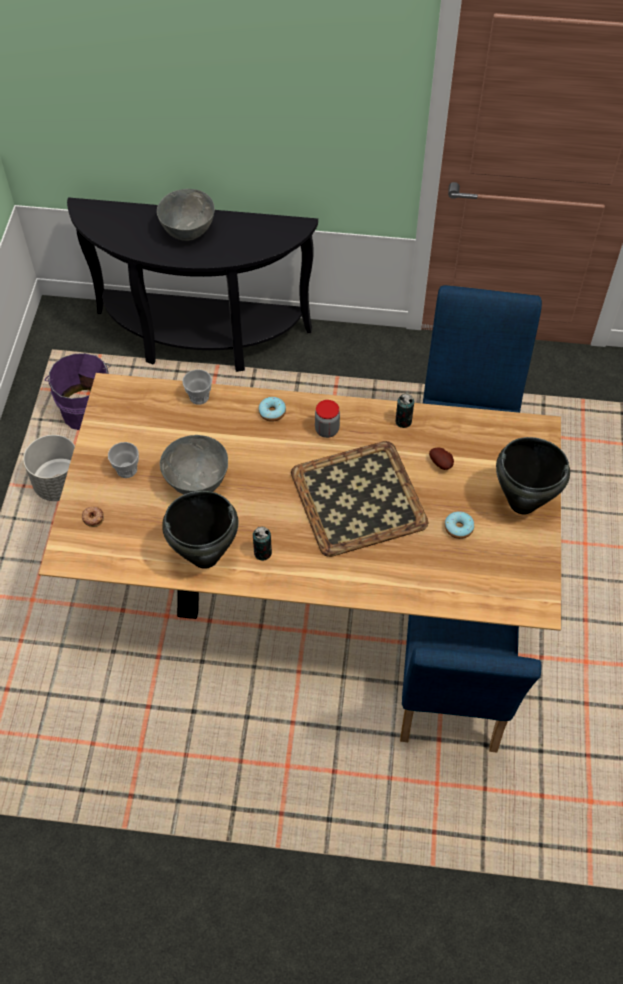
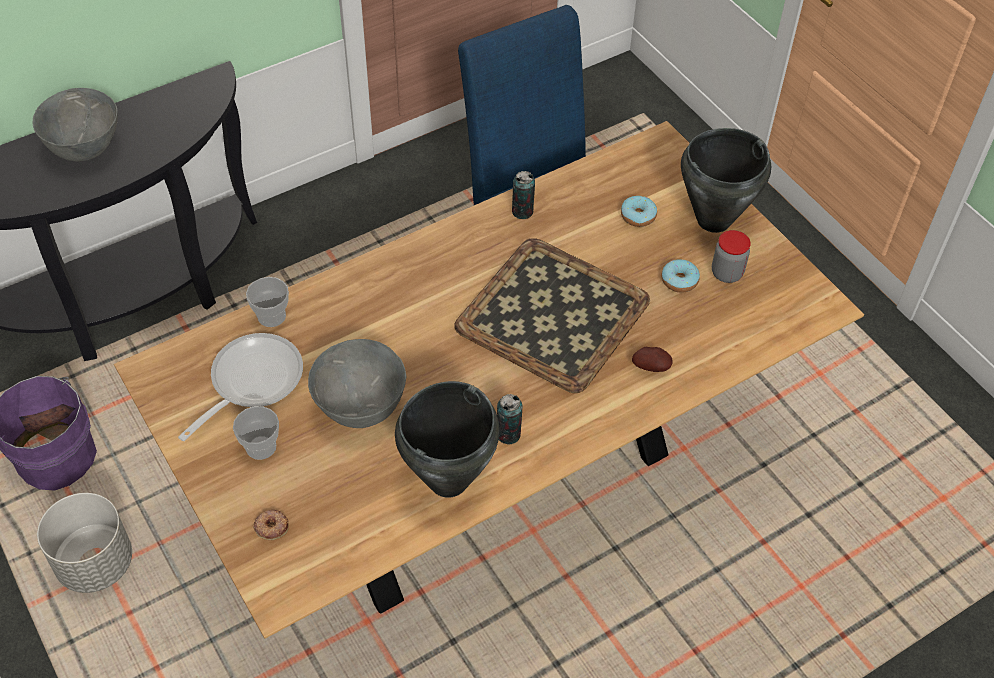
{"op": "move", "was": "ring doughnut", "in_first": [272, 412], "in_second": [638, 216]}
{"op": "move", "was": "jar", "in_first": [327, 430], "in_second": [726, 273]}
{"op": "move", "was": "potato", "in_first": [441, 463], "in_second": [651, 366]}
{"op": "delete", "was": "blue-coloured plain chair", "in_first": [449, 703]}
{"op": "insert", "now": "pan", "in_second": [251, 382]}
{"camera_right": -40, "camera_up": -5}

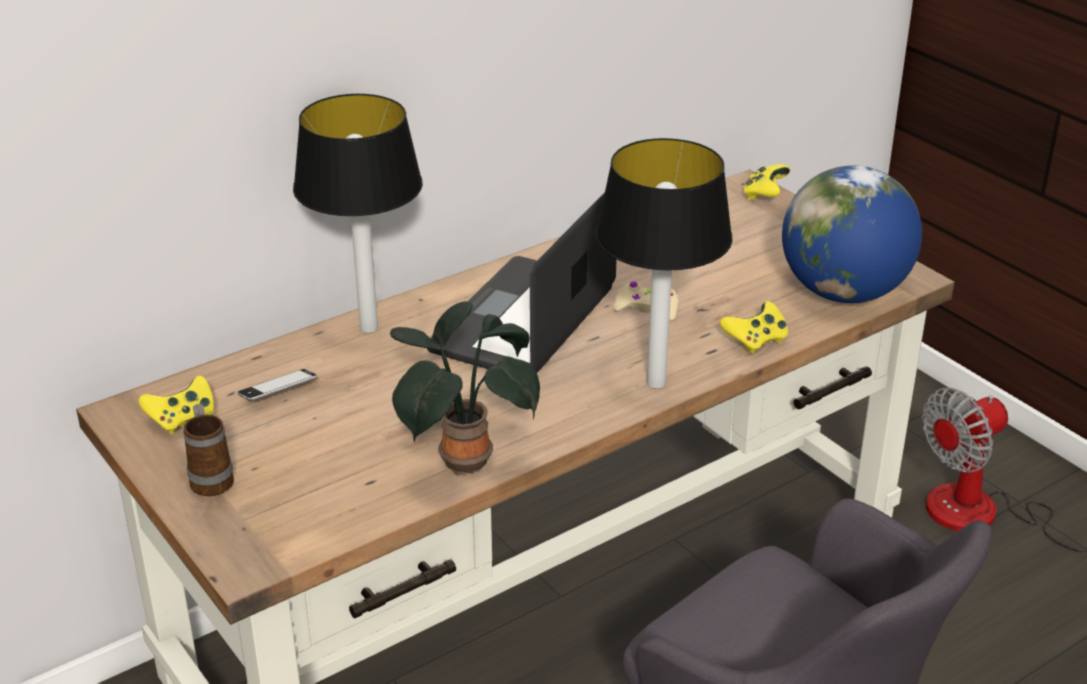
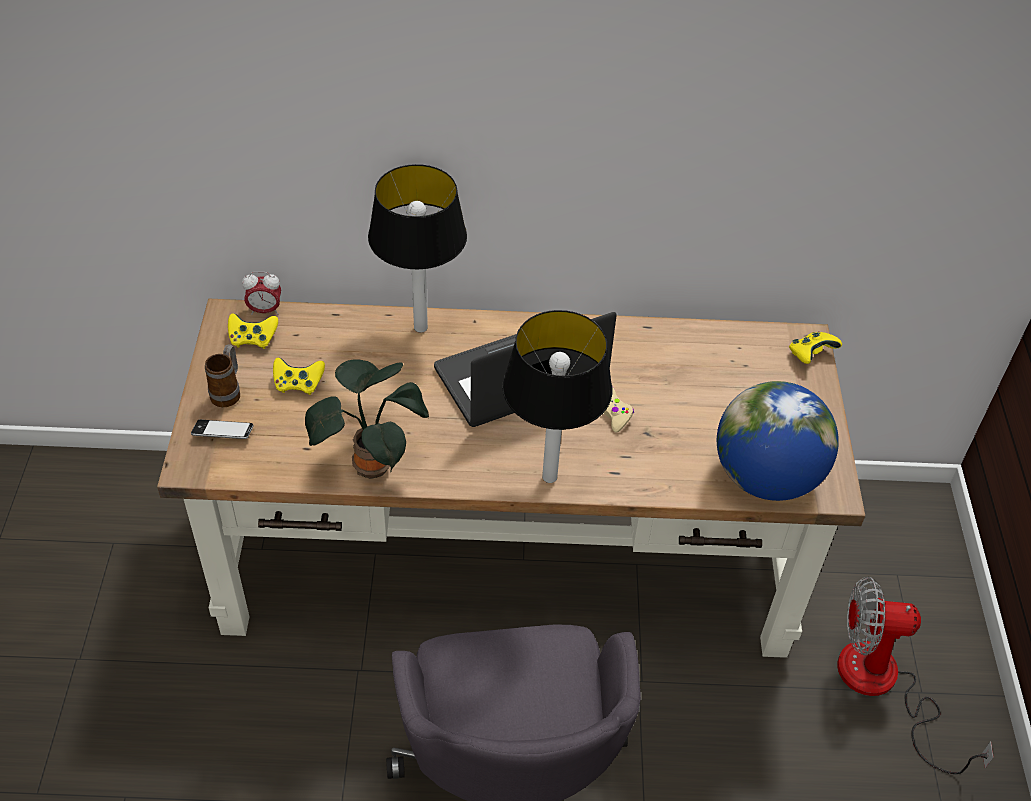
{"op": "move", "was": "yellow gamepad", "in_first": [755, 341], "in_second": [298, 384]}
{"op": "move", "was": "handset", "in_first": [278, 390], "in_second": [223, 433]}
{"op": "insert", "now": "alarm clock", "in_second": [265, 310]}
{"camera_right": 35, "camera_up": 15}

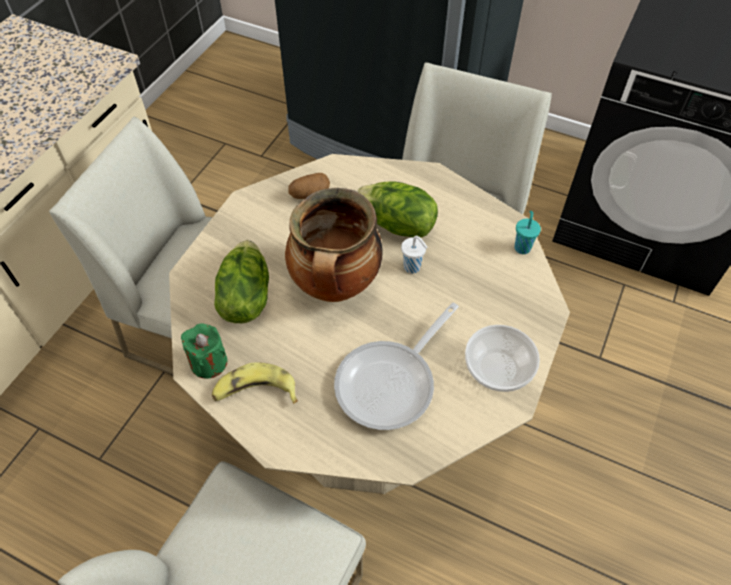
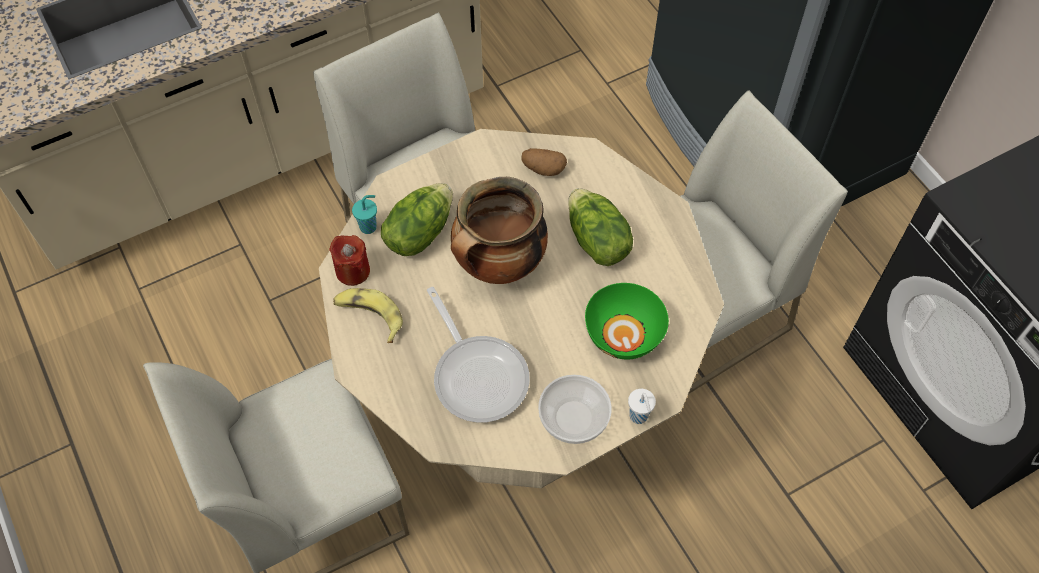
{"op": "move", "was": "blue-green drinking cup", "in_first": [522, 247], "in_second": [369, 226]}
{"op": "move", "was": "whitish drinking cup", "in_first": [413, 267], "in_second": [639, 417]}
{"op": "rotate", "was": "pan", "in_first": [391, 382], "in_second": [478, 374], "clockwise": -105}
{"op": "recolor", "was": "green wax candle", "now": "red-coloured wax candle", "in_first": [209, 362], "in_second": [352, 271]}
{"op": "insert", "now": "green deep dish", "in_second": [624, 334]}
{"camera_right": 35, "camera_up": 5}

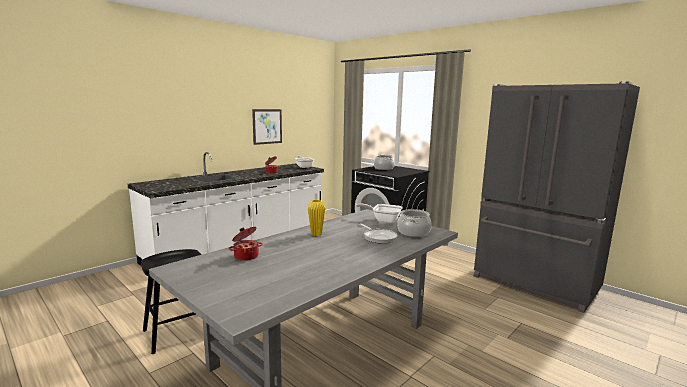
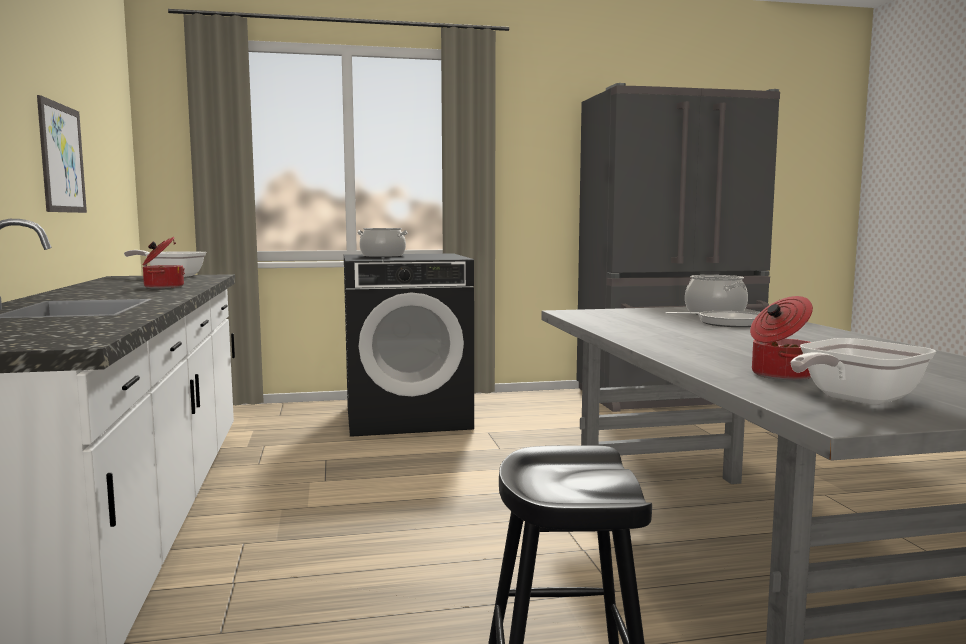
{"op": "delete", "was": "yellow vase", "in_first": [316, 234]}
{"op": "move", "was": "pan", "in_first": [383, 220], "in_second": [854, 400]}
{"camera_right": -55, "camera_up": -5}

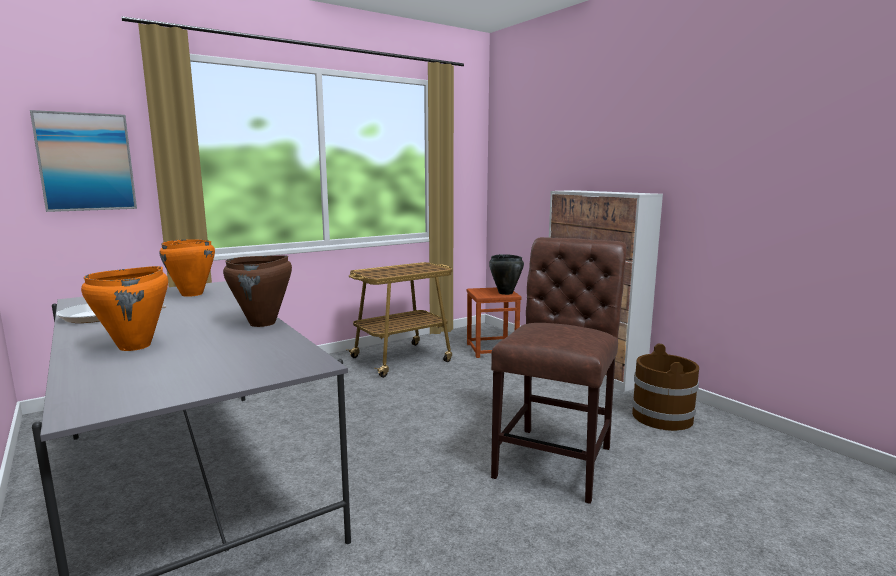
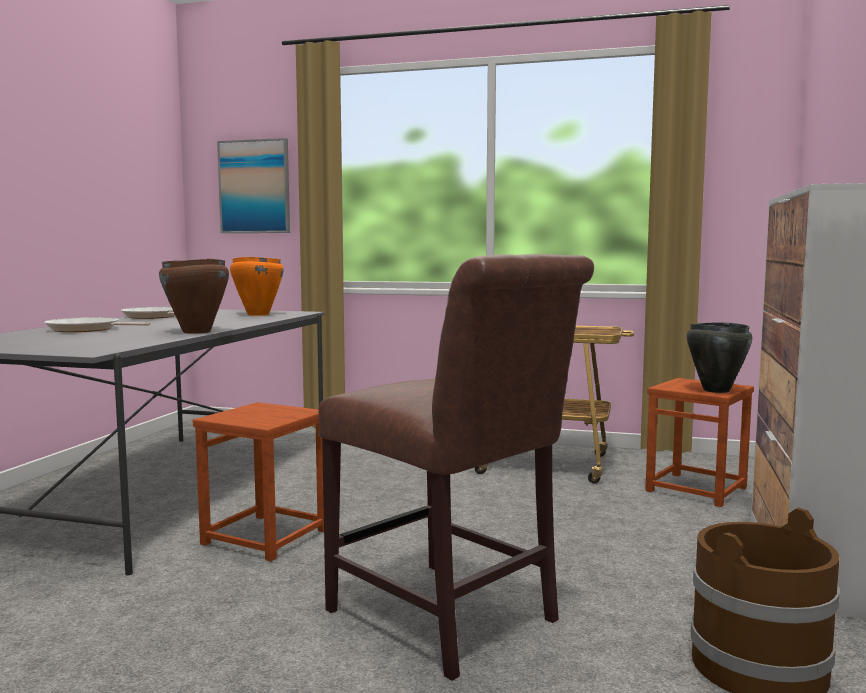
{"op": "rotate", "was": "brownish plain chair", "in_first": [557, 458], "in_second": [449, 620], "clockwise": 60}
{"op": "replace", "was": "orange cooking pot", "now": "pan", "in_first": [135, 346], "in_second": [87, 329]}
{"op": "insert", "now": "brownish stool", "in_second": [266, 537]}
{"camera_right": 50, "camera_up": -5}

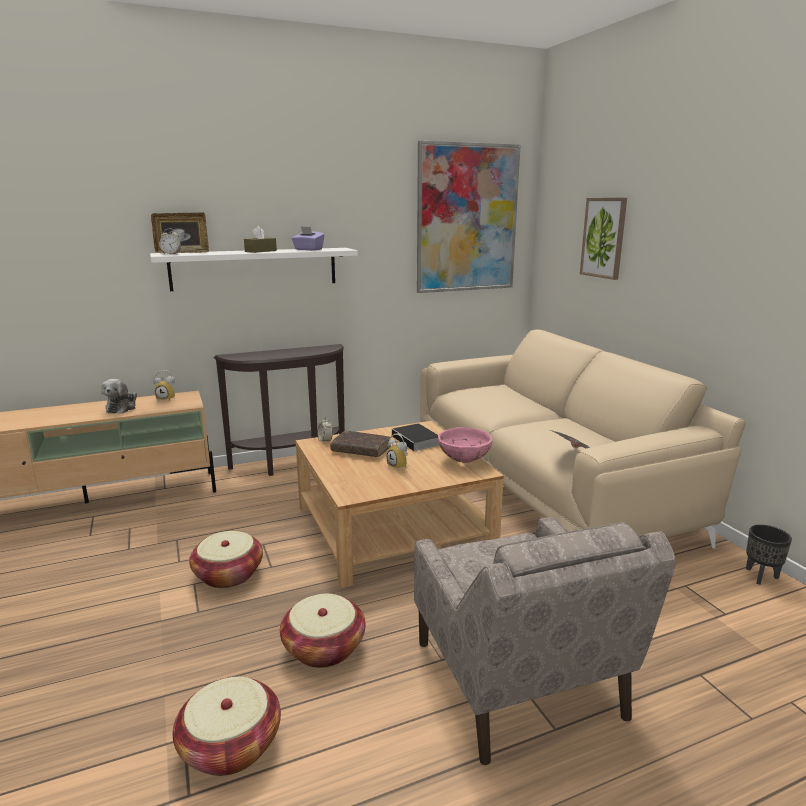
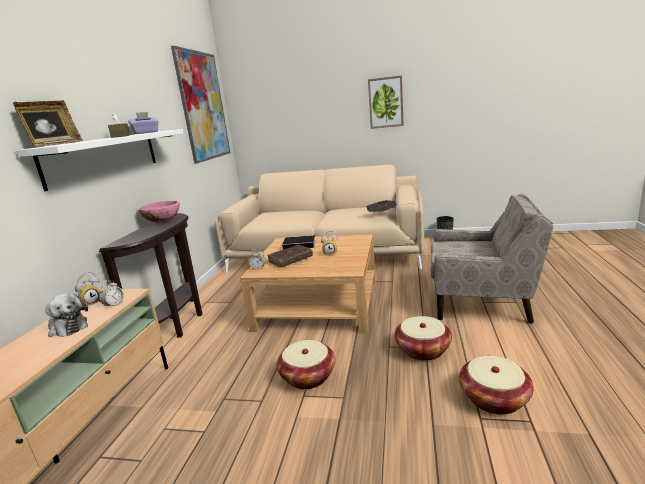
{"op": "move", "was": "picture", "in_first": [604, 238], "in_second": [386, 102]}
{"op": "move", "was": "alarm clock", "in_first": [171, 254], "in_second": [114, 305]}
{"op": "move", "was": "pink deep dish", "in_first": [464, 460], "in_second": [163, 222]}
{"camera_right": -55, "camera_up": 0}

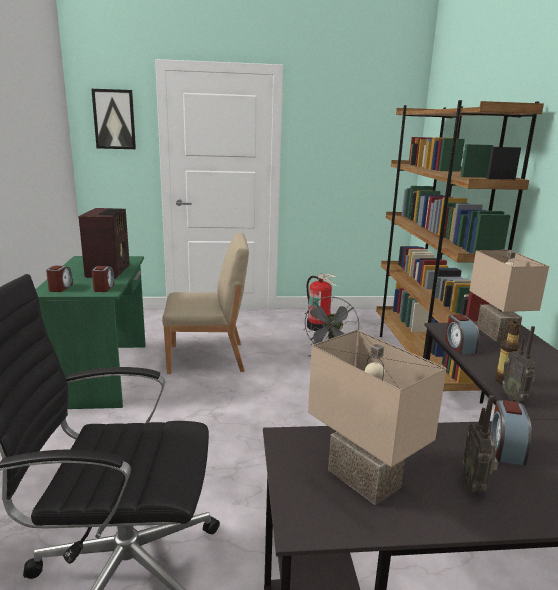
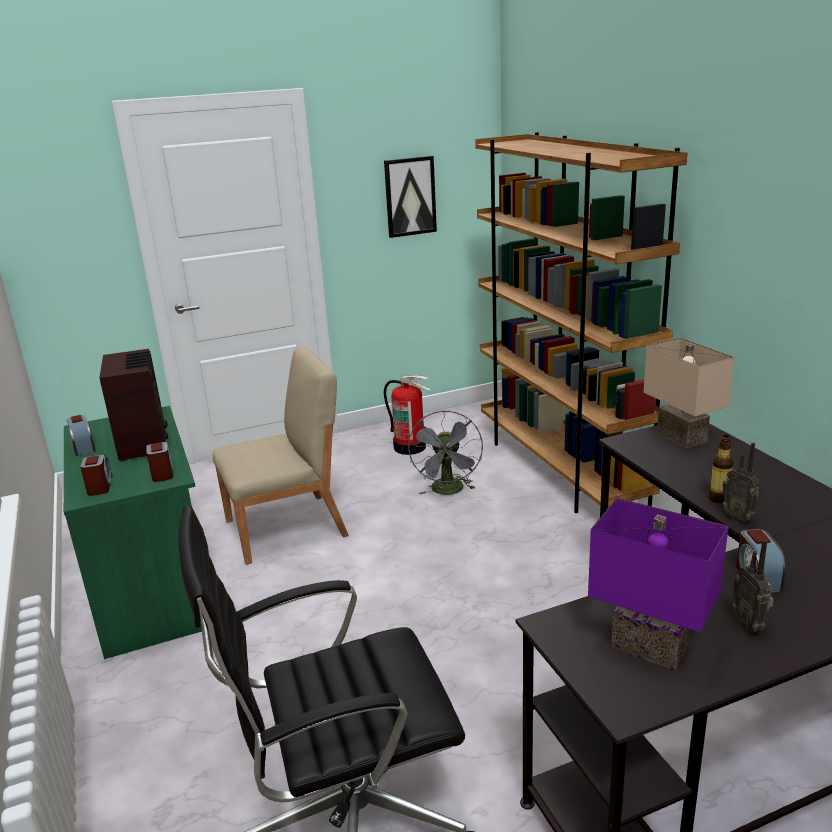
{"op": "move", "was": "picture", "in_first": [114, 119], "in_second": [410, 196]}
{"op": "move", "was": "alarm clock", "in_first": [459, 346], "in_second": [83, 447]}
{"op": "recolor", "was": "beige table lamp", "now": "purplish table lamp", "in_first": [366, 478], "in_second": [651, 645]}
{"camera_right": -15, "camera_up": 5}

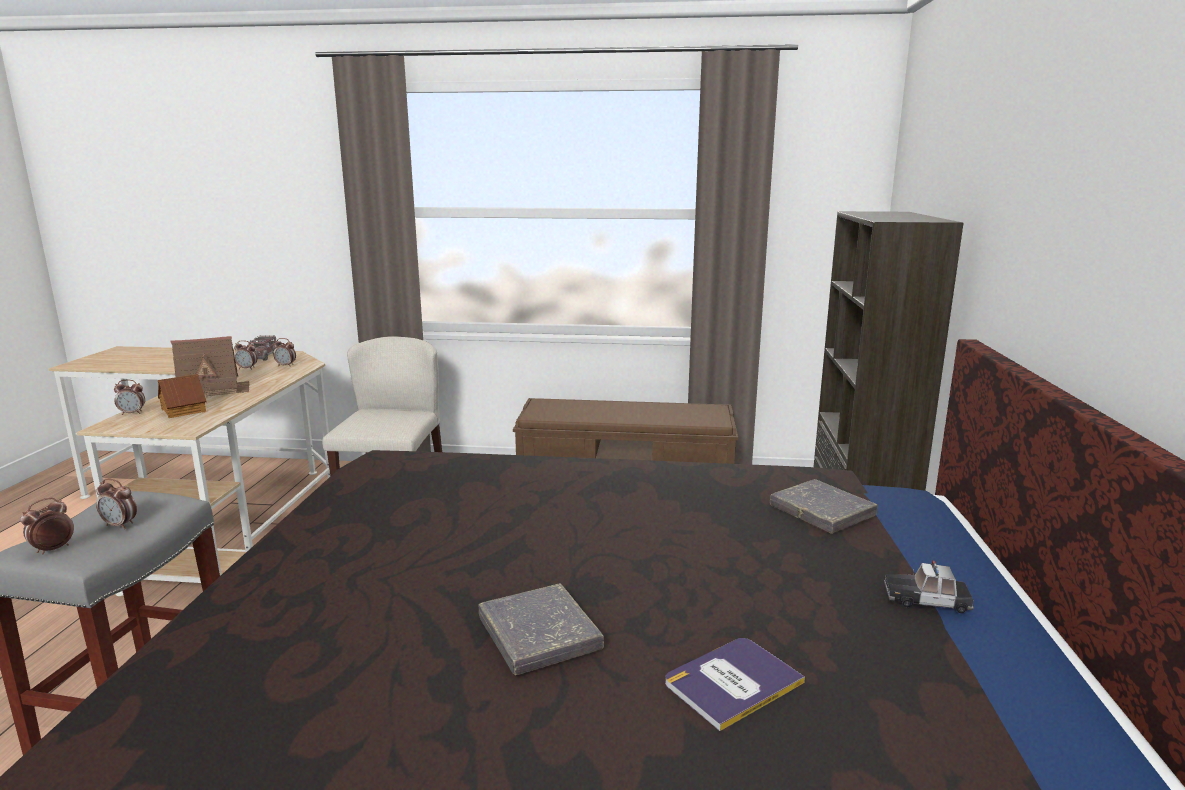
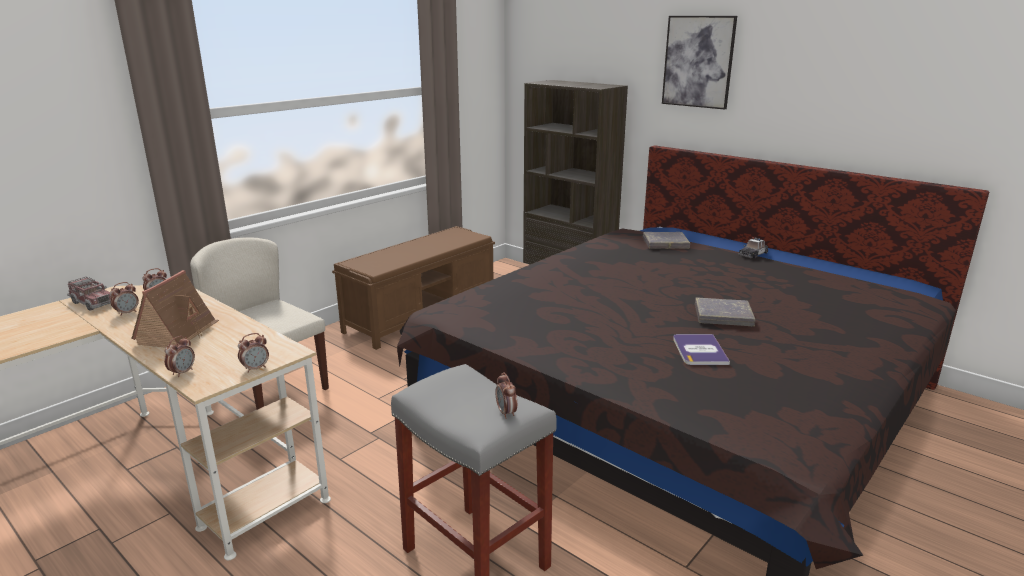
{"op": "delete", "was": "miniature house", "in_first": [183, 410]}
{"op": "move", "was": "alarm clock", "in_first": [120, 525], "in_second": [256, 368]}
{"op": "move", "was": "volume", "in_first": [732, 682], "in_second": [699, 350]}
{"op": "insert", "now": "picture", "in_second": [698, 62]}
{"camera_right": -55, "camera_up": 5}

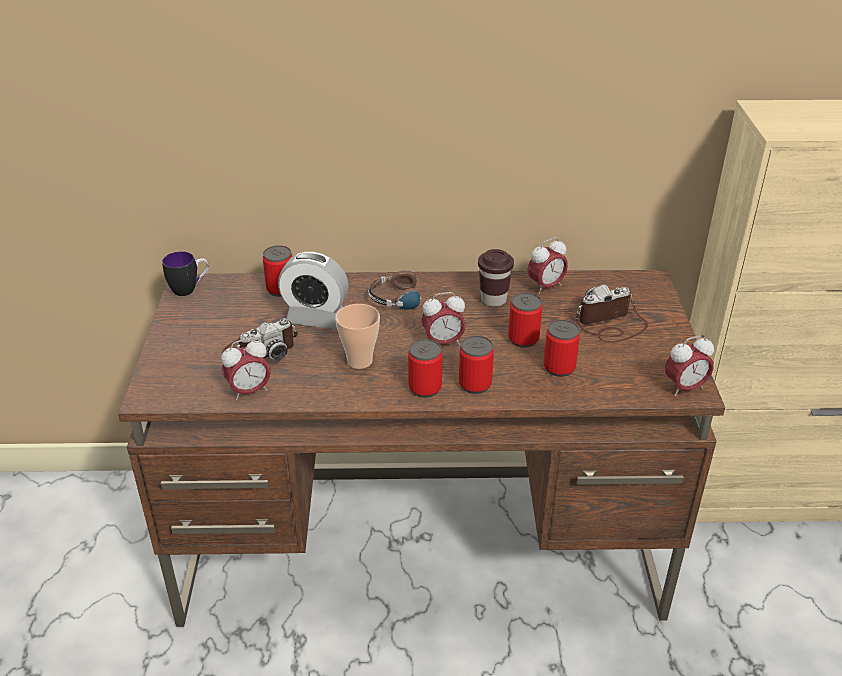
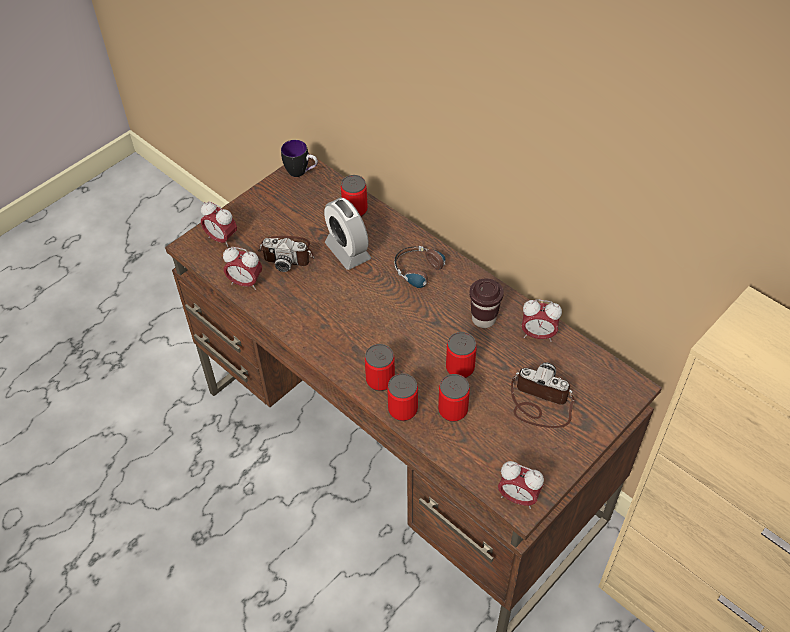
{"op": "move", "was": "alarm clock", "in_first": [443, 343], "in_second": [221, 239]}
{"op": "delete", "was": "drinking cup", "in_first": [359, 361]}
{"op": "move", "was": "sealed can", "in_first": [425, 388], "in_second": [402, 410]}
{"camera_right": 45, "camera_up": 15}

